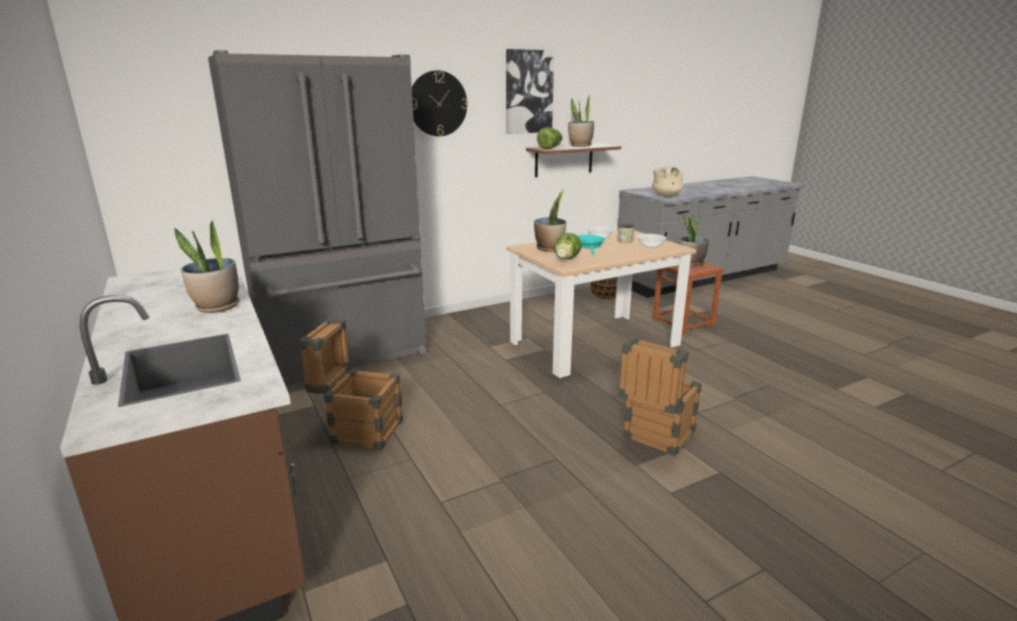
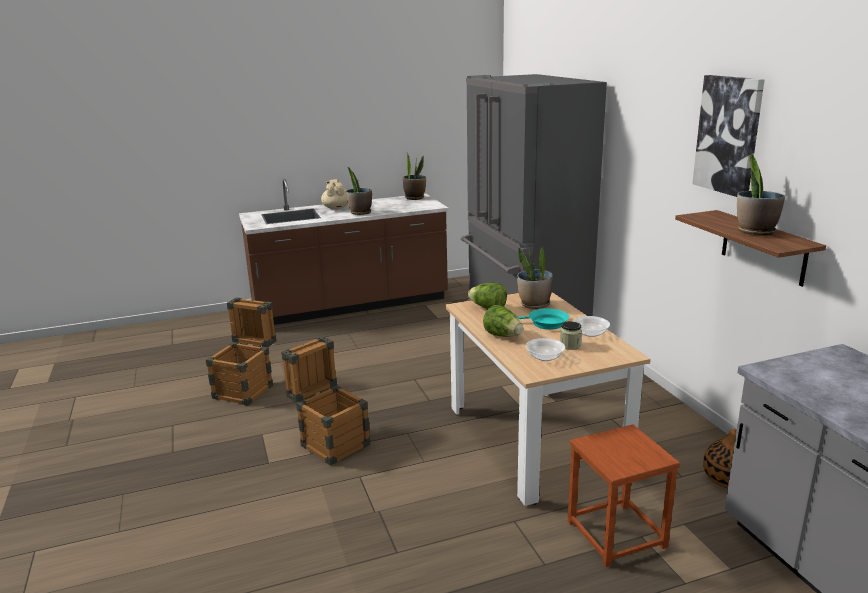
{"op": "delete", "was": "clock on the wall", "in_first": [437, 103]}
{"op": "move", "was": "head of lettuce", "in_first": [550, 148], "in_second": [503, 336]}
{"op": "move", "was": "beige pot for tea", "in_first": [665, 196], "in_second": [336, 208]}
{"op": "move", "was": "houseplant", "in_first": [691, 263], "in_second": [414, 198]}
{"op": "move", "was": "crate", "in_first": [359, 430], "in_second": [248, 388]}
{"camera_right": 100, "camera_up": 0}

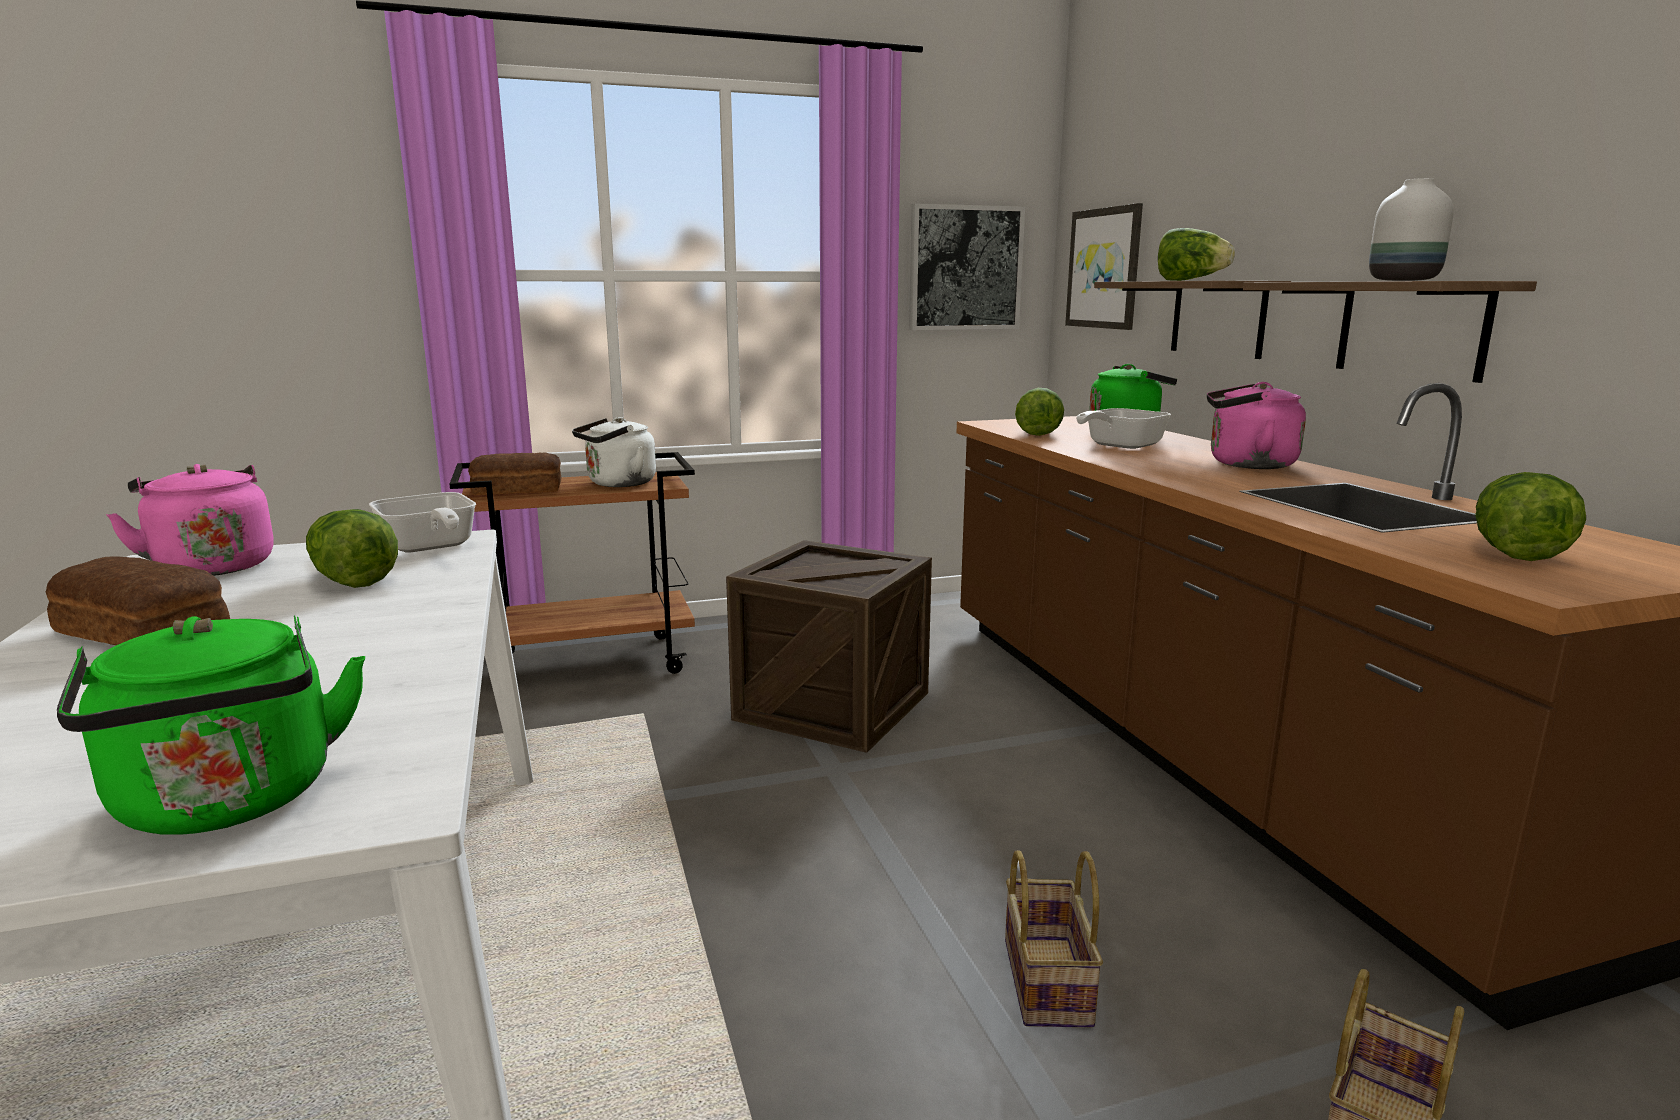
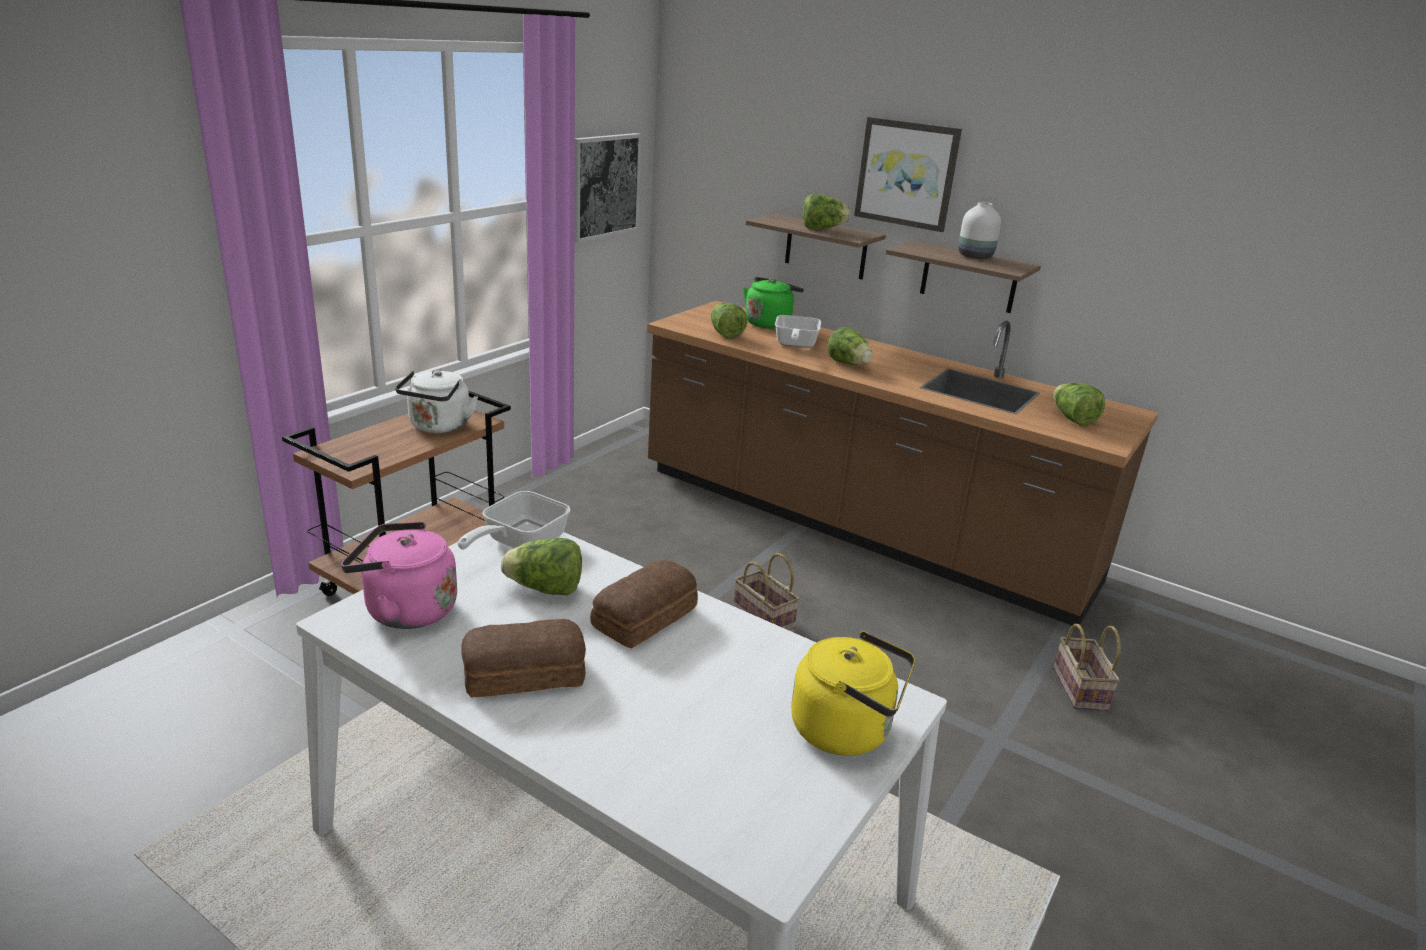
{"op": "move", "was": "picture", "in_first": [1104, 268], "in_second": [907, 174]}
{"op": "delete", "was": "pink water kettle", "in_first": [1246, 464]}
{"op": "move", "was": "baked bread", "in_first": [518, 490], "in_second": [647, 617]}
{"op": "rotate", "was": "pan", "in_first": [429, 547], "in_second": [518, 543], "clockwise": 105}
{"op": "delete", "was": "crate", "in_first": [832, 706]}
{"op": "recolor", "was": "green water kettle", "now": "yellow water kettle", "in_first": [230, 804], "in_second": [846, 731]}
{"op": "move", "was": "basket", "in_first": [1043, 979], "in_second": [761, 618]}
{"op": "insert", "now": "head of lettuce", "in_second": [848, 364]}
{"camera_right": -40, "camera_up": 10}

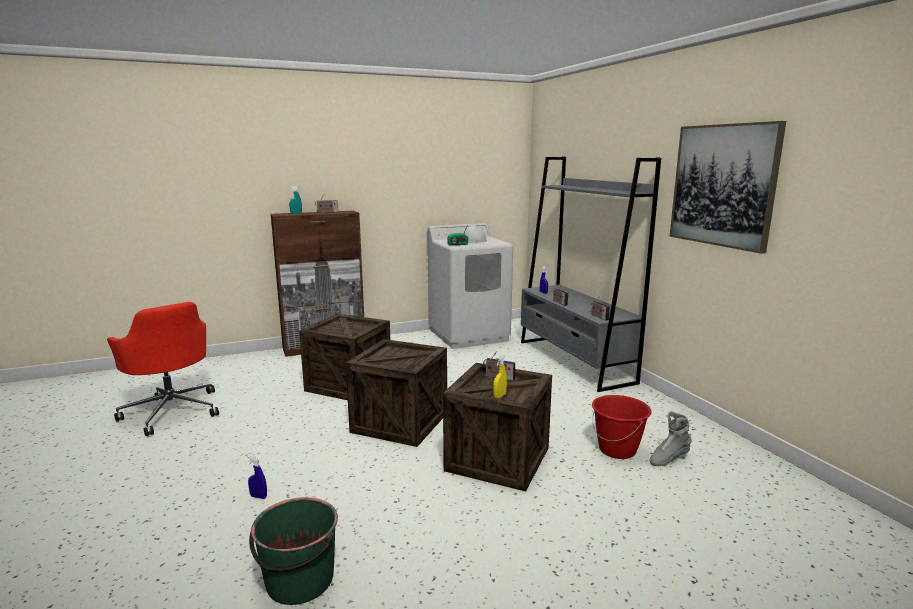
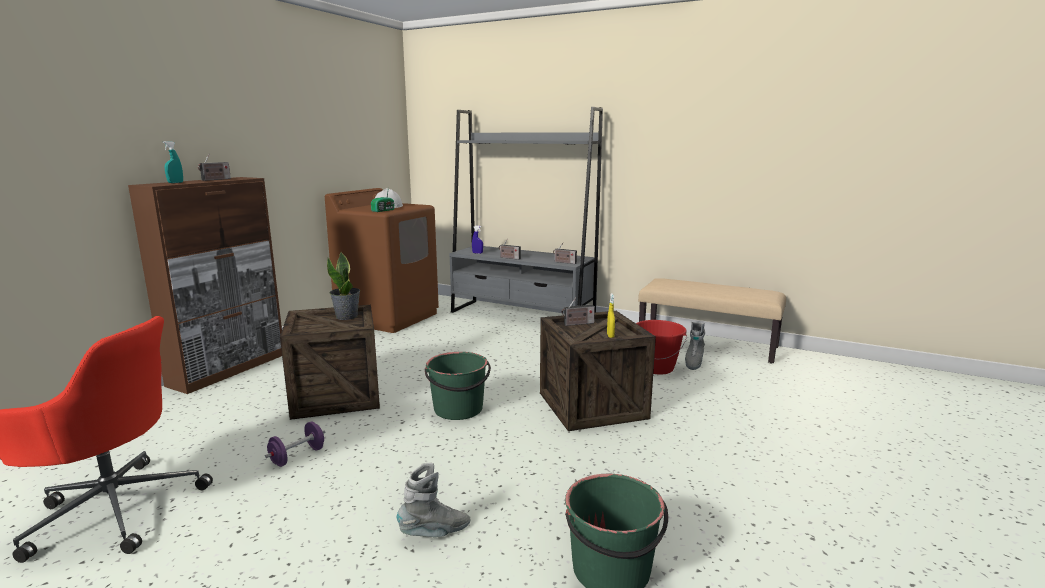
{"op": "delete", "was": "picture", "in_first": [723, 185]}
{"op": "recolor", "was": "whitish washing machine", "now": "brownish washing machine", "in_first": [469, 335], "in_second": [388, 317]}
{"op": "replace", "was": "crate", "now": "green bucket", "in_first": [400, 422], "in_second": [458, 409]}
{"op": "replace", "was": "blue-coloured hand sprayer", "now": "grey high-top boot", "in_first": [258, 496], "in_second": [435, 532]}
{"op": "insert", "now": "houseplant", "in_second": [347, 316]}
{"op": "insert", "now": "beige indoor bench", "in_second": [707, 344]}
{"op": "insert", "now": "purplish free weight", "in_second": [297, 456]}
{"camera_right": -40, "camera_up": 0}

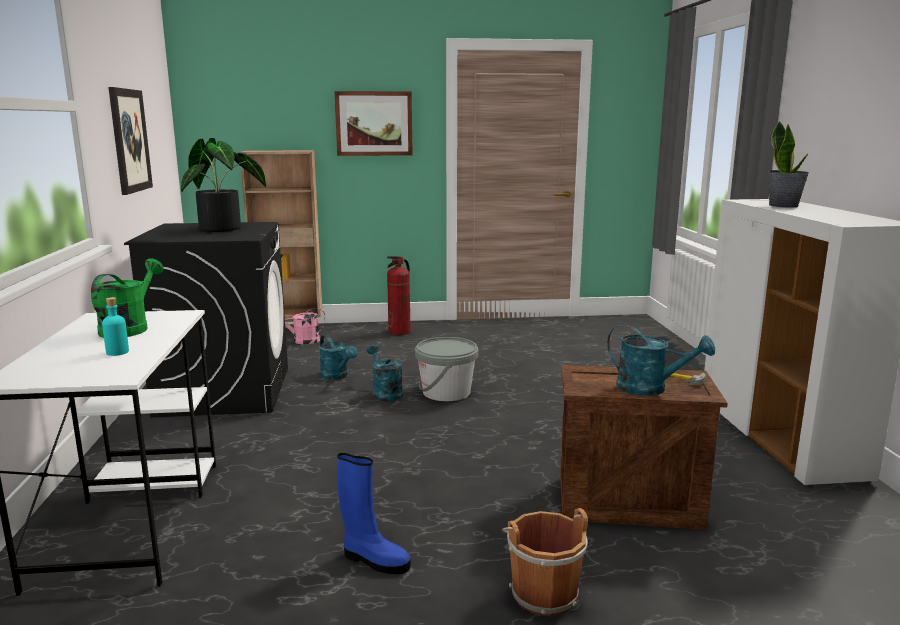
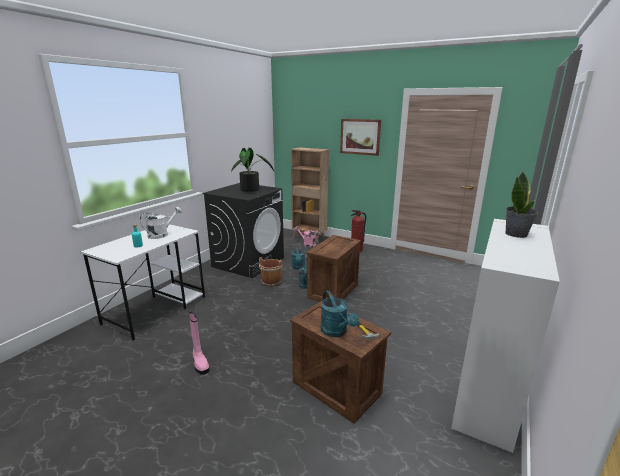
{"op": "delete", "was": "picture", "in_first": [129, 140]}
{"op": "recolor", "was": "green sprinkling can", "now": "whitish sprinkling can", "in_first": [129, 328], "in_second": [161, 234]}
{"op": "replace", "was": "grey bucket", "now": "crate", "in_first": [446, 392], "in_second": [333, 291]}
{"op": "recolor", "was": "blue-coloured high-top boot", "now": "pink high-top boot", "in_first": [374, 560], "in_second": [200, 363]}
{"op": "move", "was": "brownish bucket", "in_first": [542, 592], "in_second": [271, 281]}
{"camera_right": 35, "camera_up": 5}

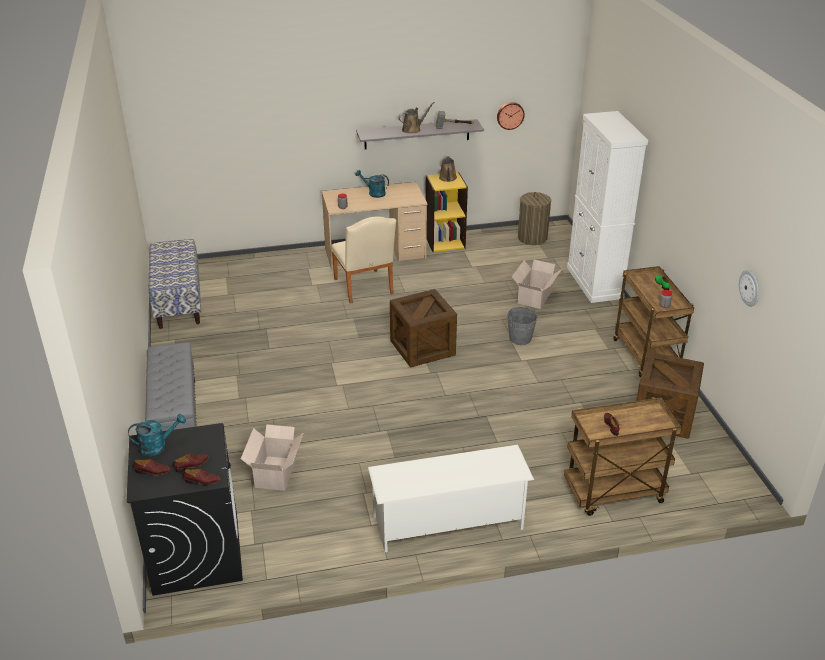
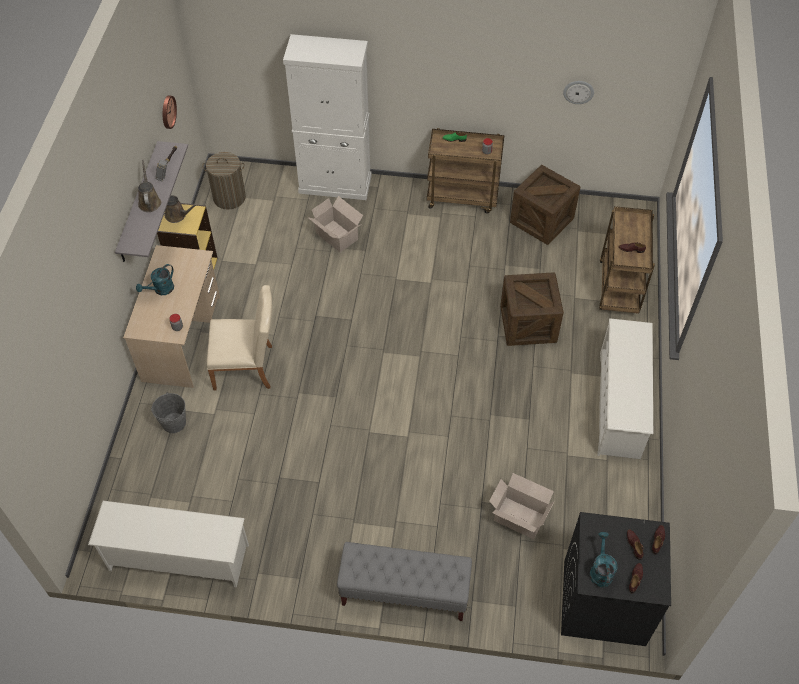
{"op": "replace", "was": "indoor bench", "now": "whitish shoe shelf", "in_first": [178, 301], "in_second": [178, 558]}
{"op": "move", "was": "crate", "in_first": [422, 348], "in_second": [528, 324]}
{"op": "move", "was": "grey bucket", "in_first": [520, 338], "in_second": [174, 423]}
{"camera_right": -70, "camera_up": 20}

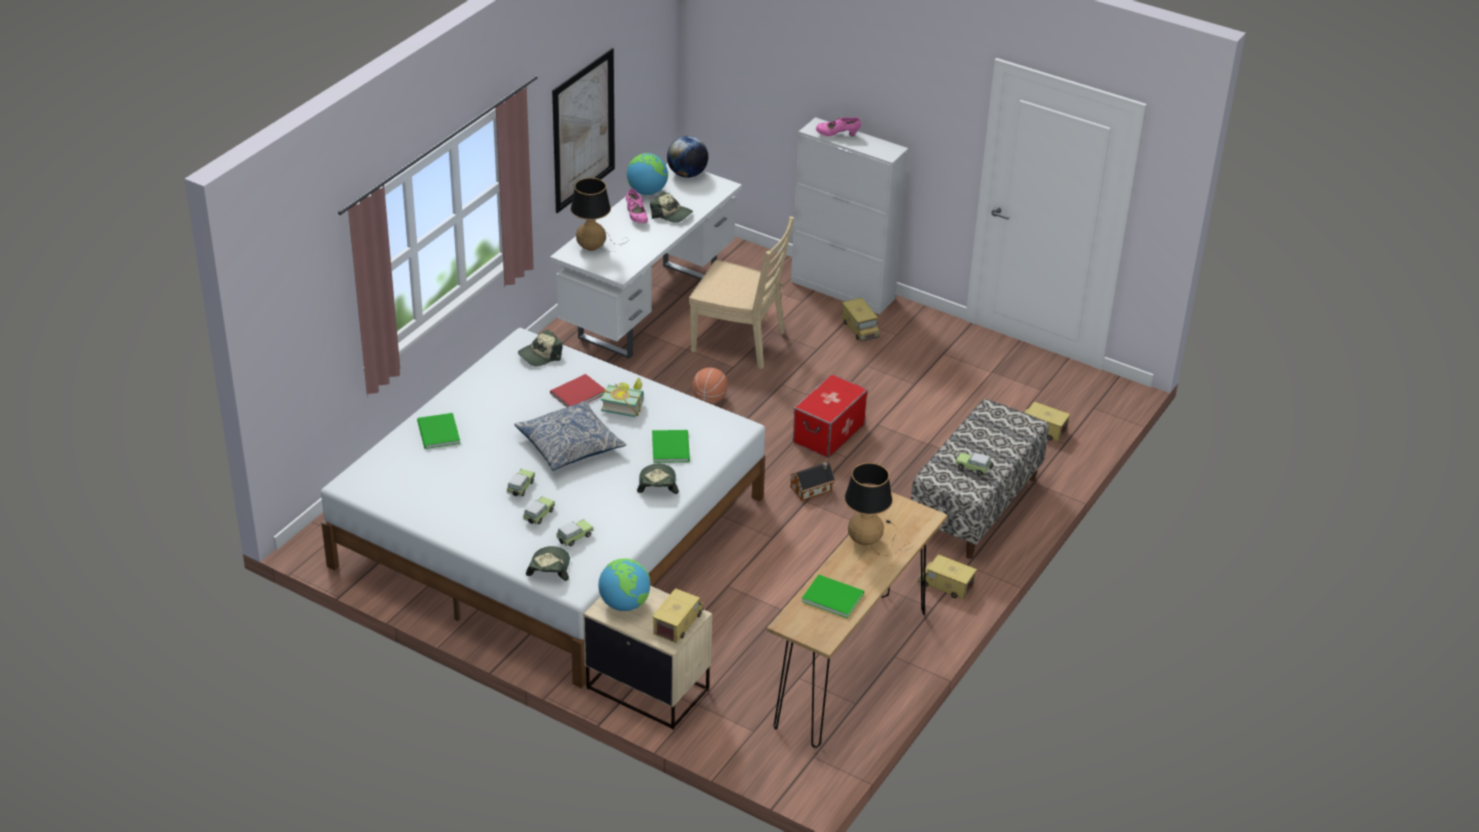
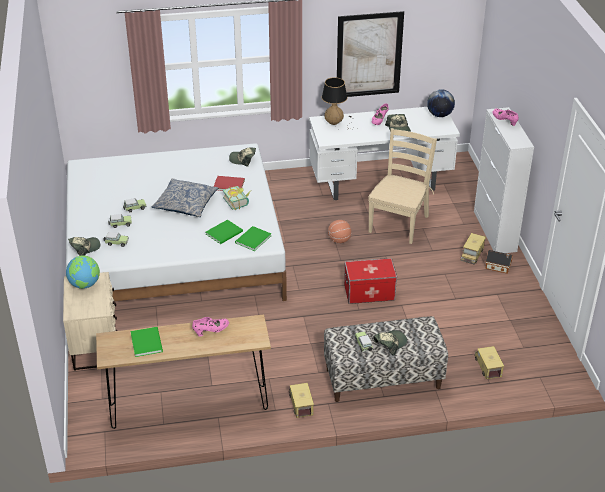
{"op": "delete", "was": "world globe", "in_first": [647, 192]}
{"op": "rotate", "was": "beige plain chair", "in_first": [739, 341], "in_second": [399, 224], "clockwise": -135}
{"op": "move", "was": "green volume", "in_first": [437, 433], "in_second": [252, 239]}
{"op": "move", "was": "miniature house", "in_first": [813, 489], "in_second": [499, 267]}
{"op": "replace", "was": "table lamp", "now": "pink low shoe", "in_first": [871, 541], "in_second": [211, 331]}
{"op": "move", "was": "cap", "in_first": [657, 484], "in_second": [390, 343]}
{"op": "delete", "was": "toy truck", "in_first": [678, 623]}
{"camera_right": 50, "camera_up": 0}

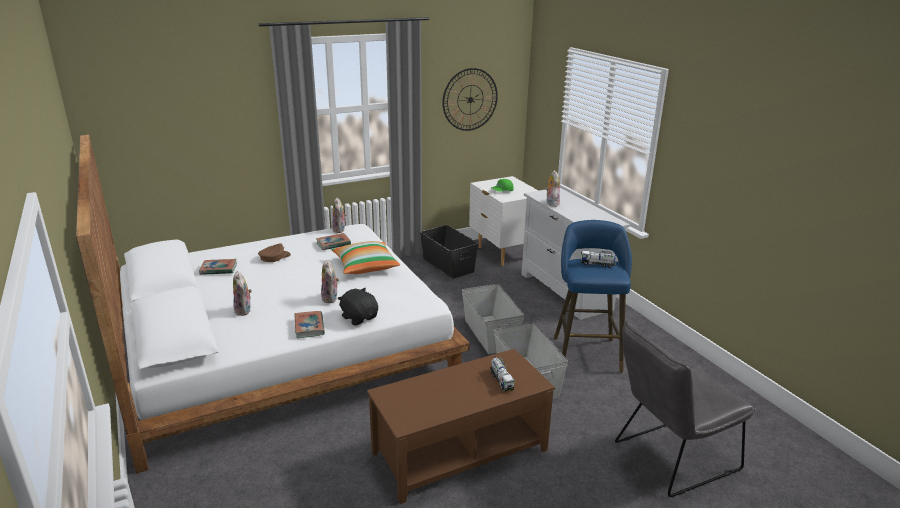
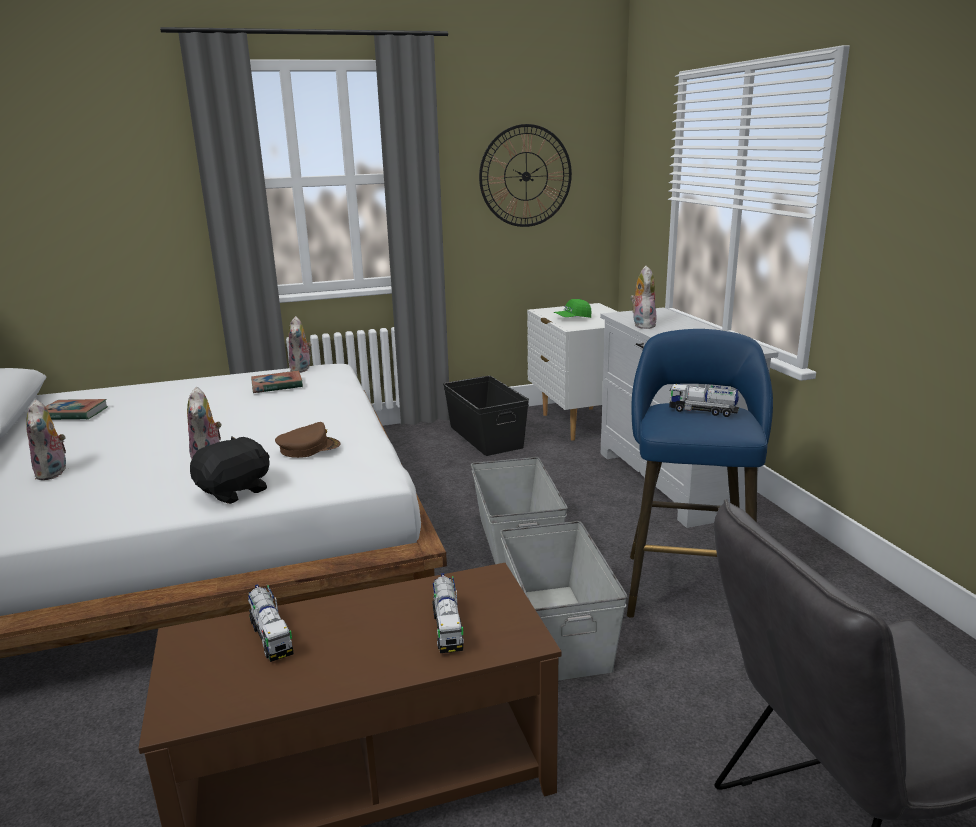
{"op": "delete", "was": "pillow", "in_first": [365, 266]}
{"op": "move", "was": "brownish cap", "in_first": [274, 256], "in_second": [308, 448]}
{"op": "rotate", "was": "black-coloured plush toy", "in_first": [359, 317], "in_second": [235, 491], "clockwise": 75}
{"op": "delete", "was": "volume", "in_first": [309, 327]}
{"op": "insert", "now": "toy truck", "in_second": [271, 636]}
{"camera_right": 10, "camera_up": -5}

